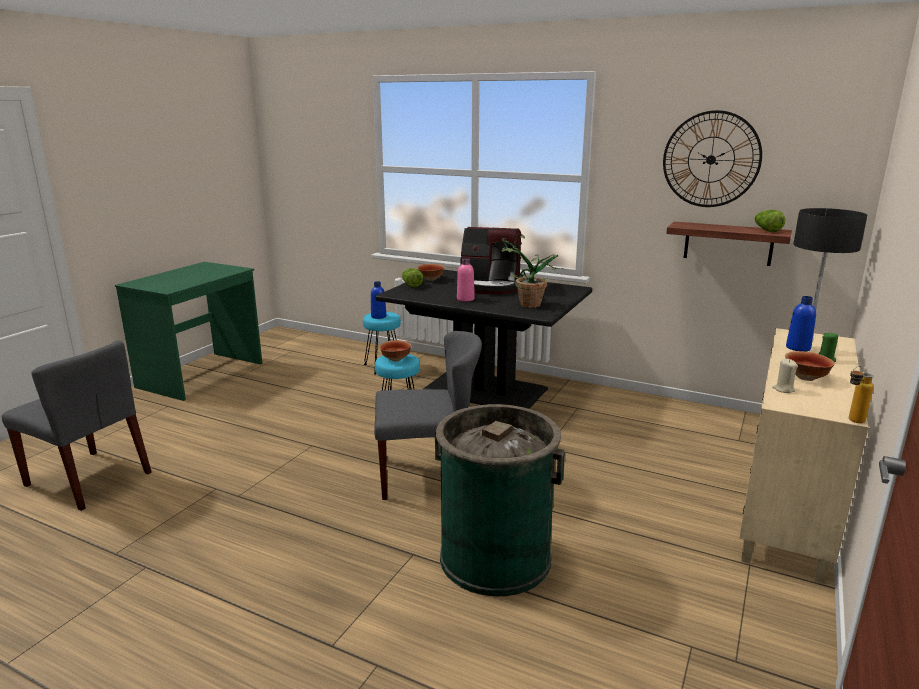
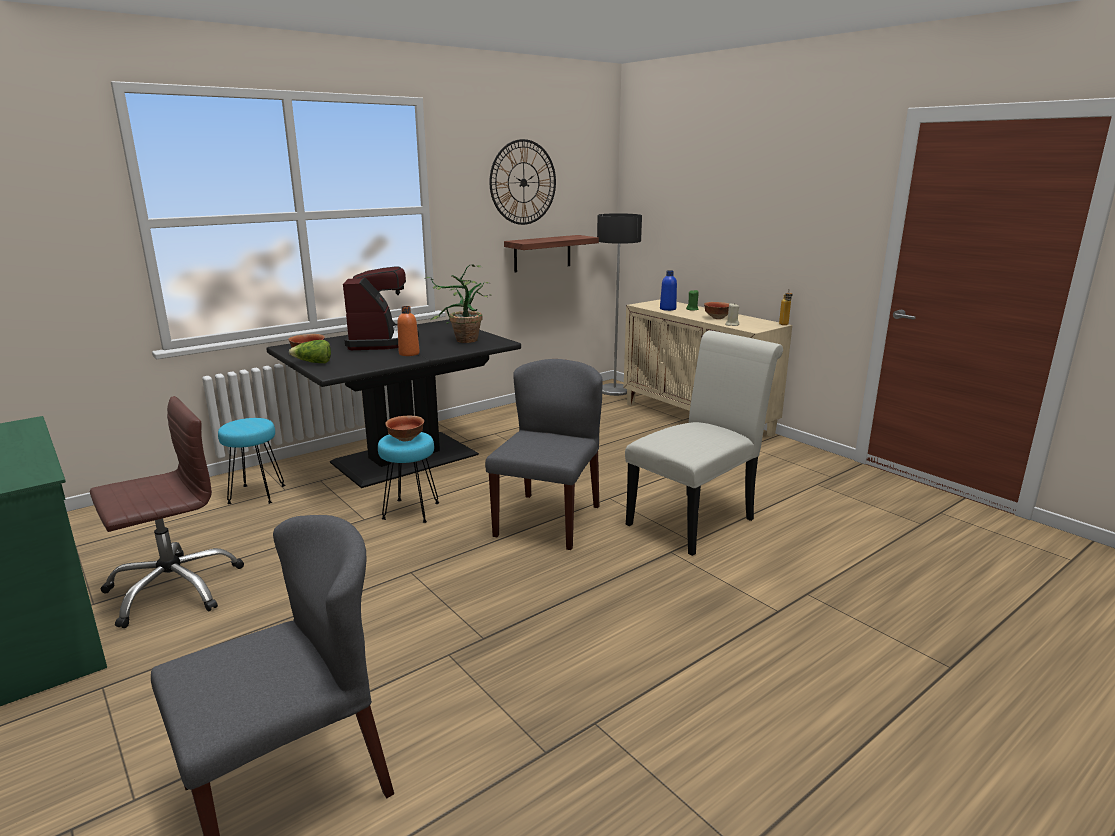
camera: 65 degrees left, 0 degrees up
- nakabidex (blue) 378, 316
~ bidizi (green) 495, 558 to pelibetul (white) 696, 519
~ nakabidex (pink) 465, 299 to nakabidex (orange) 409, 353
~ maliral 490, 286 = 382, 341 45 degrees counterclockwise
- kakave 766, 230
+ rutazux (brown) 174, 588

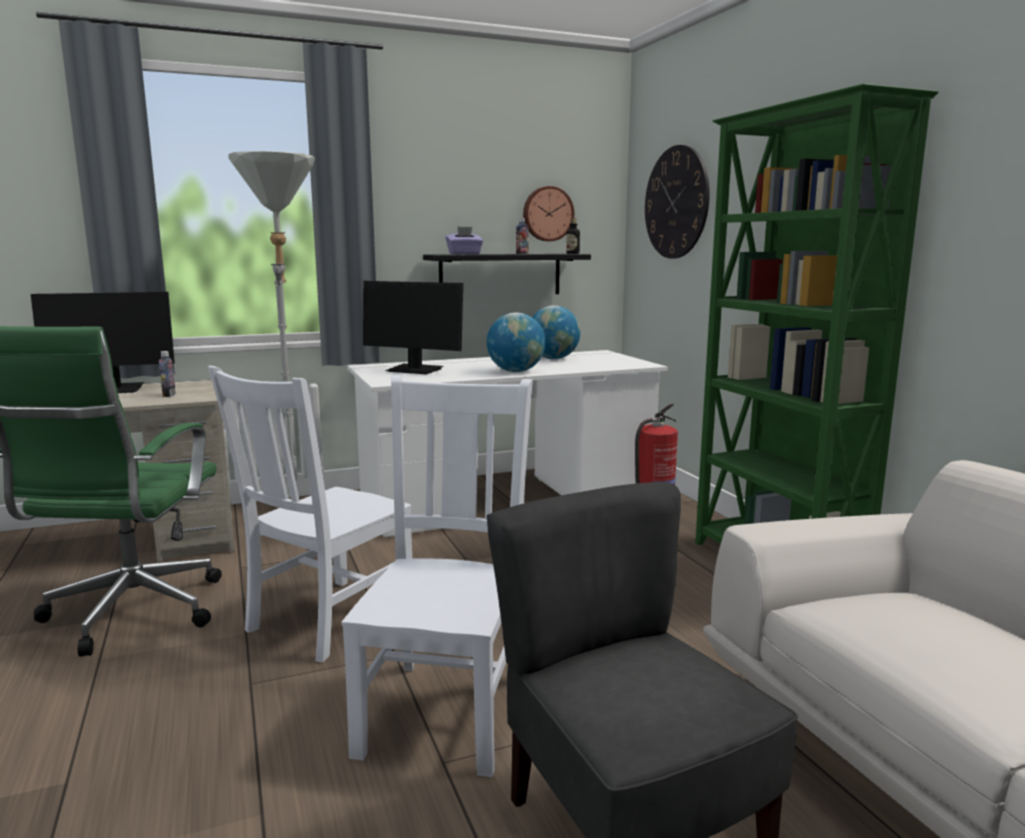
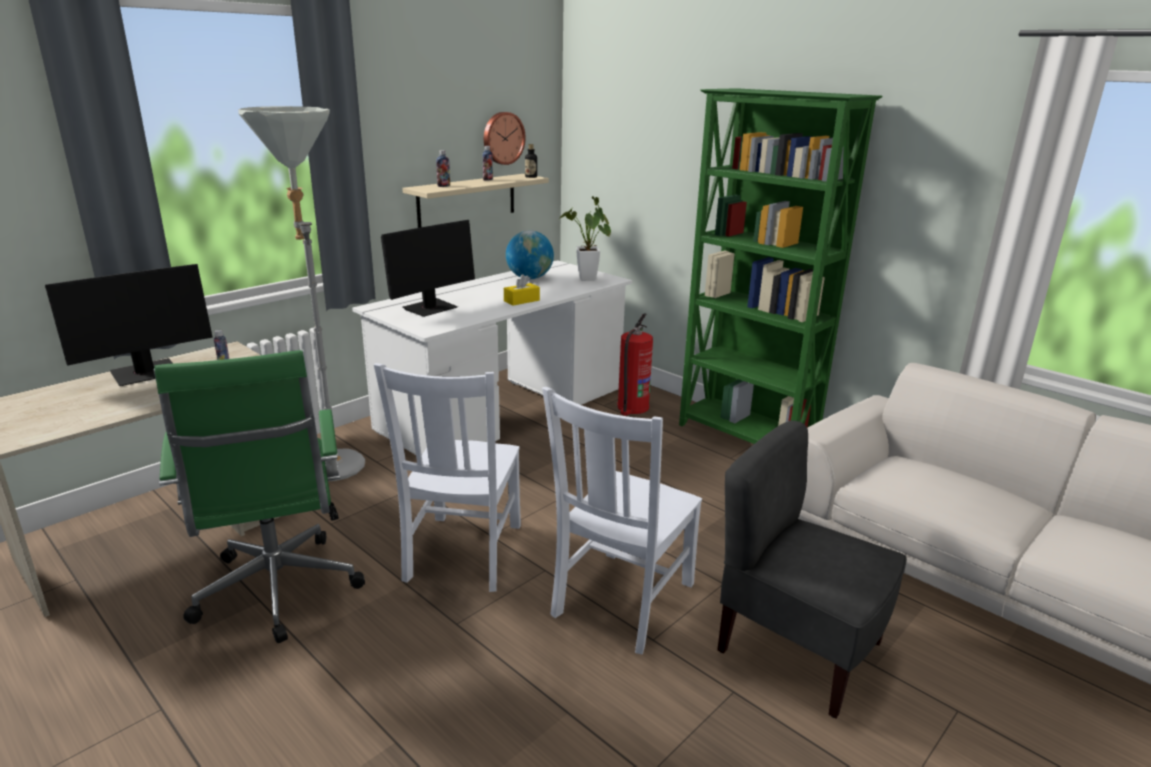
camera: 25 degrees left, 10 degrees up
~ pelibetul (white) 446, 709 = 621, 602 135 degrees counterclockwise
~ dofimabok 415, 370 = 430, 308 45 degrees counterclockwise
~ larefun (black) 500, 275 to larefun (beige) 467, 200
~ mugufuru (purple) 464, 254 to nakabidex 444, 186
~ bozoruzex 515, 371 to mugufuru (yellow) 521, 301
- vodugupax 676, 202
+ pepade 587, 280

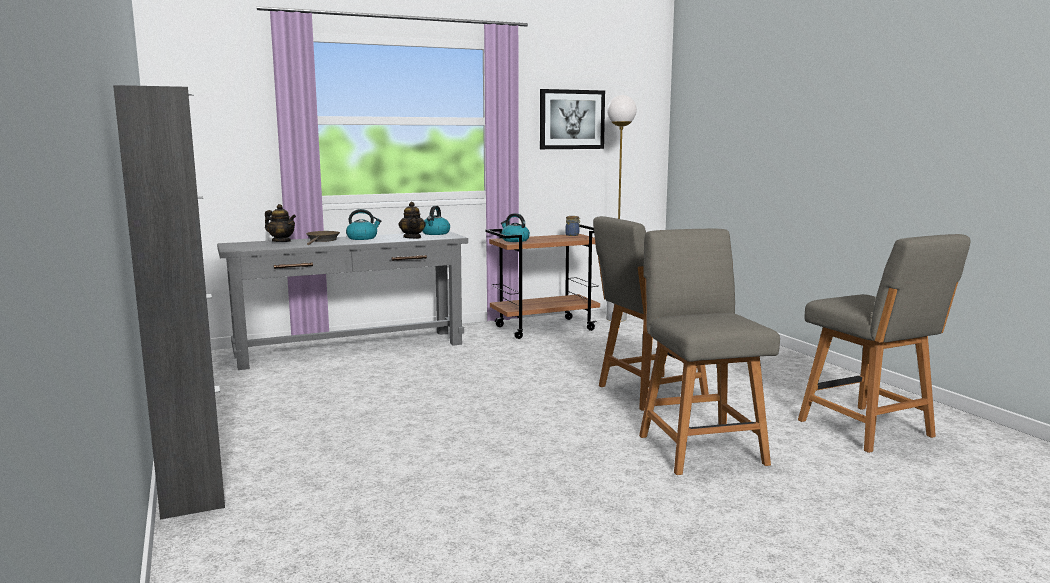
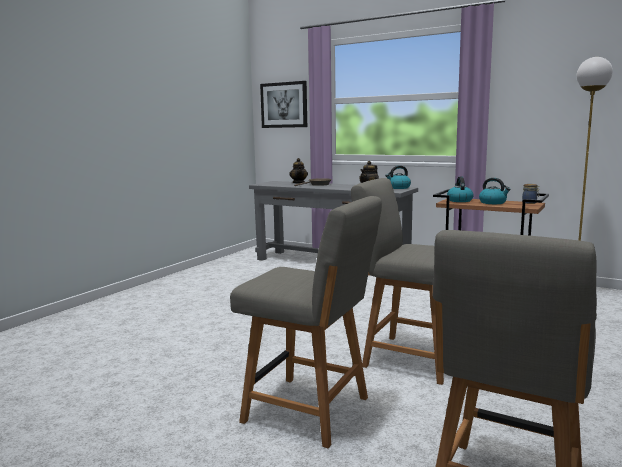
camera: 55 degrees right, 0 degrees up
- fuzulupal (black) 192, 486
~ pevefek 362, 238 to 493, 202
~ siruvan 571, 119 to 284, 105
~ pelibetul (grey) 699, 448 = 310, 411 75 degrees clockwise

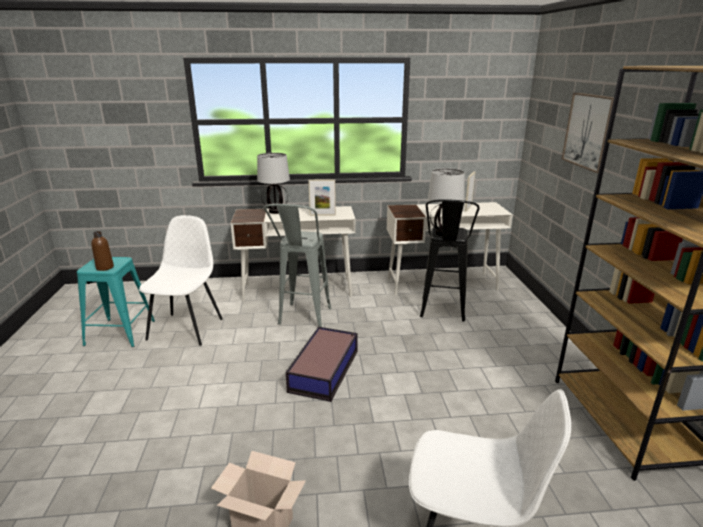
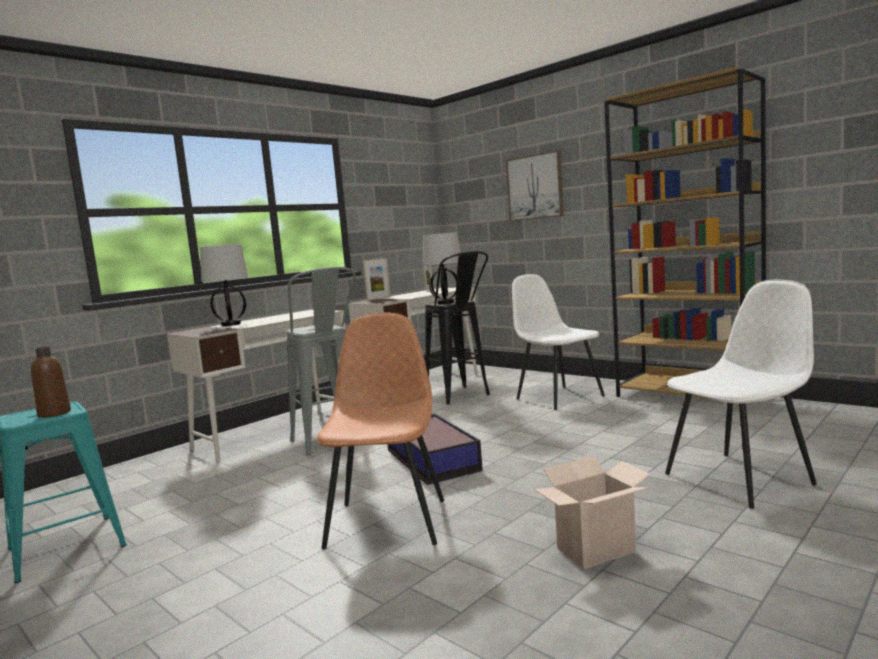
camera: 40 degrees left, 15 degrees down
~ pelibetul (white) 186, 328 to 558, 397
~ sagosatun 322, 215 to 378, 298
+ pelibetul (brown) 388, 521

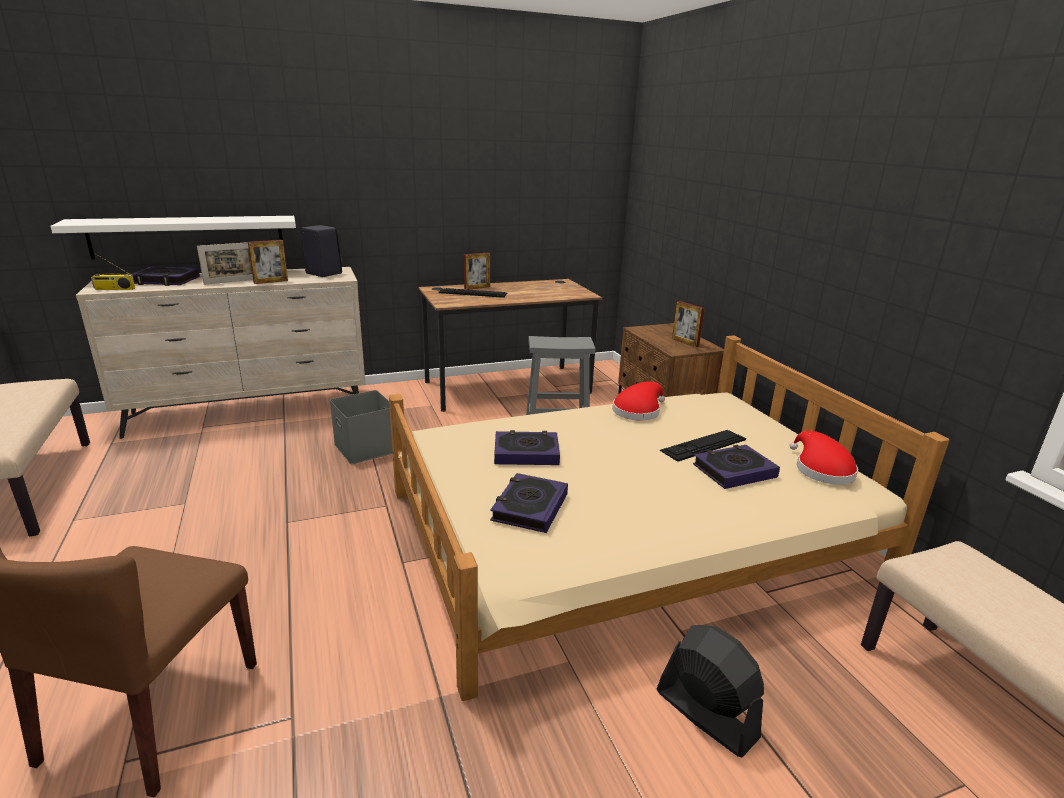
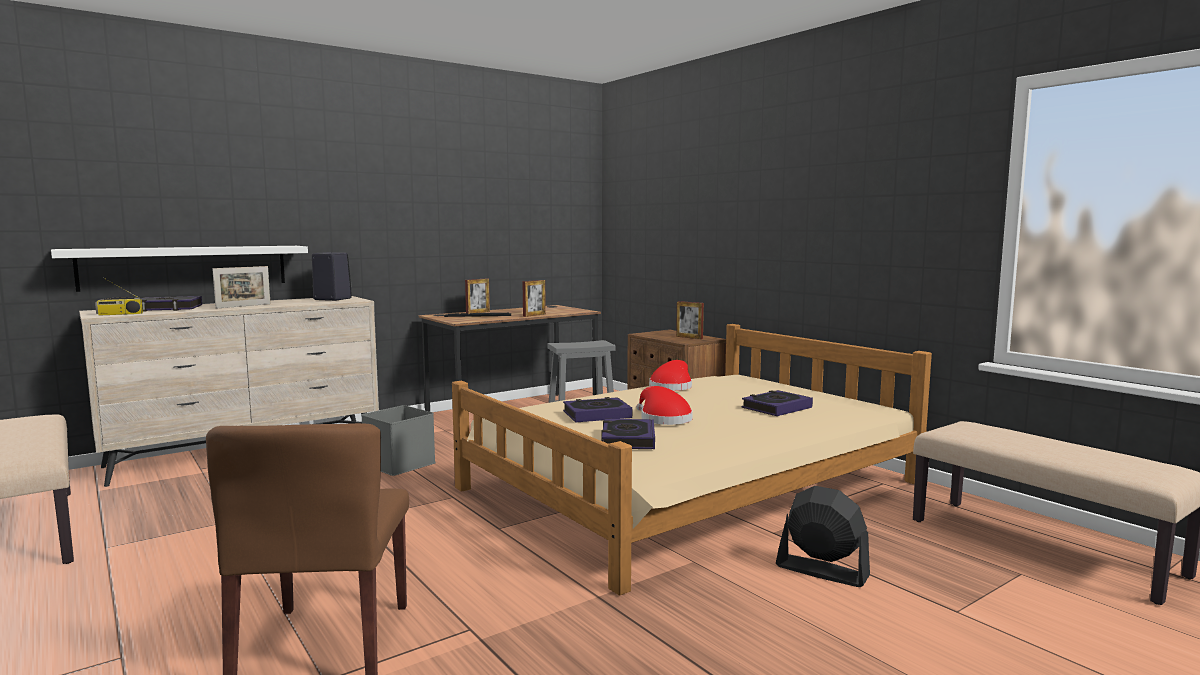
camera: 15 degrees left, 15 degrees down
~ sagosatun 271, 282 to 534, 315
- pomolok 703, 445
~ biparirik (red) 821, 469 to 663, 419

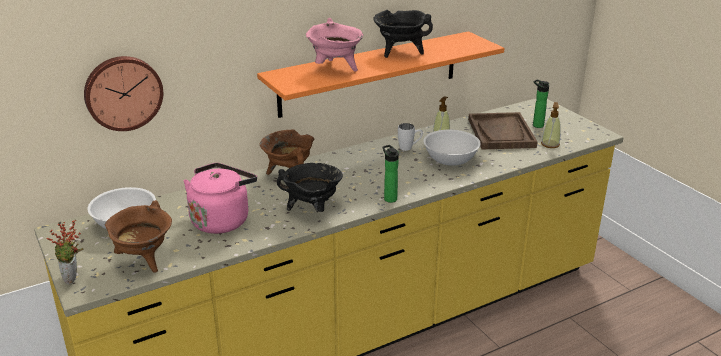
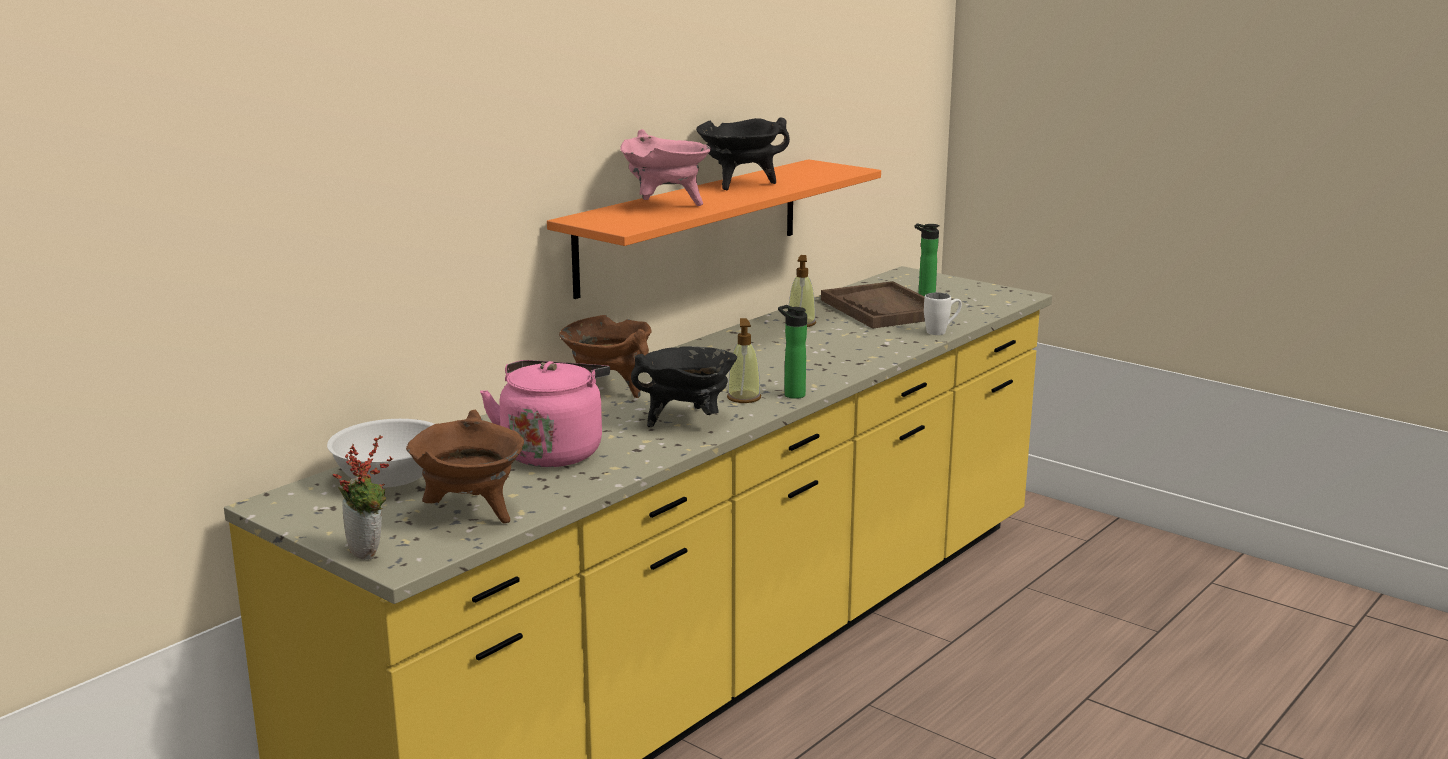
camera: 20 degrees left, 10 degrees down
- vodugupax 123, 92
~ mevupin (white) 409, 148 to 942, 332
- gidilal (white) 450, 160
~ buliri 550, 144 to 744, 398

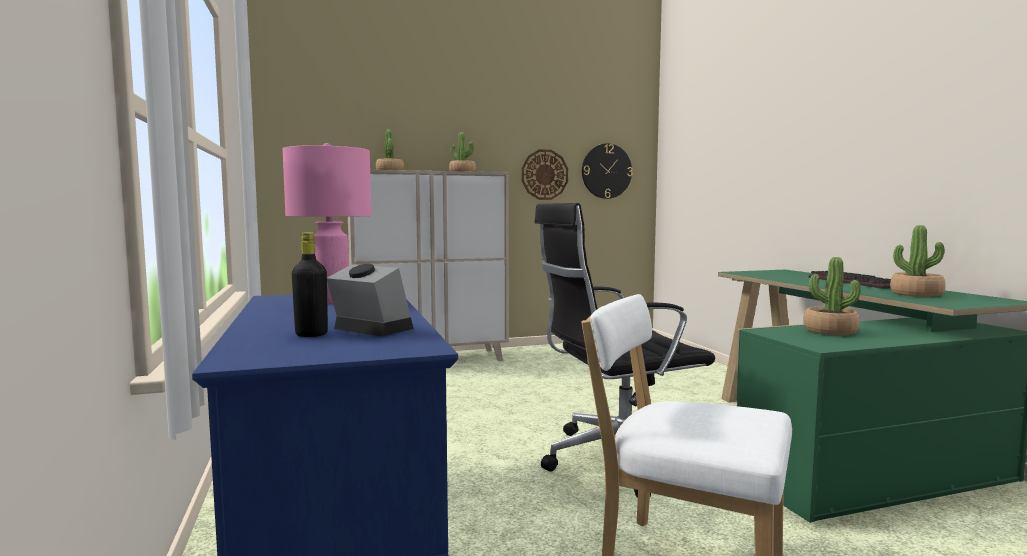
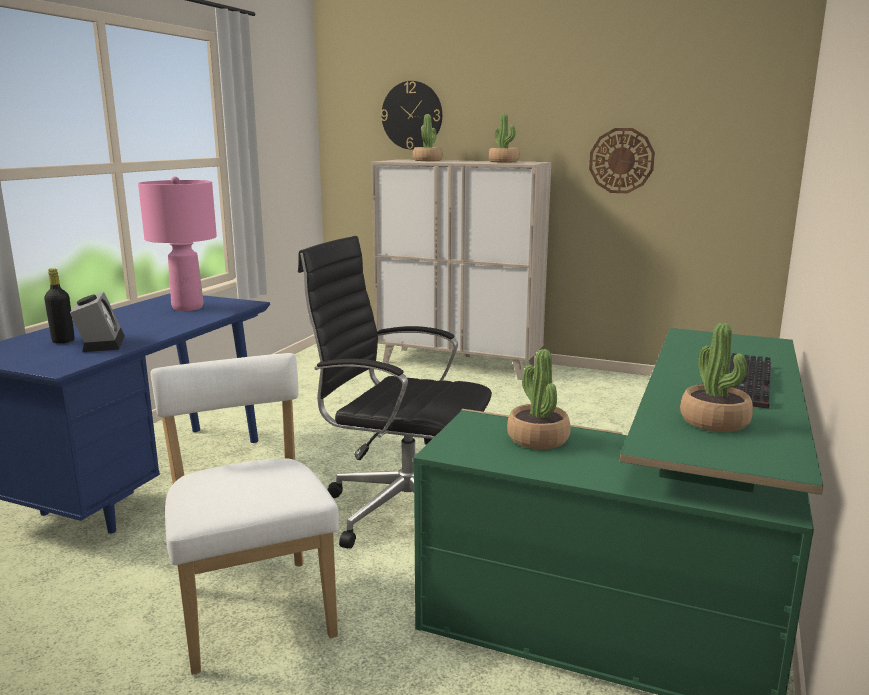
camera: 40 degrees right, 10 degrees up
~ vodugupax 606, 171 to 412, 115

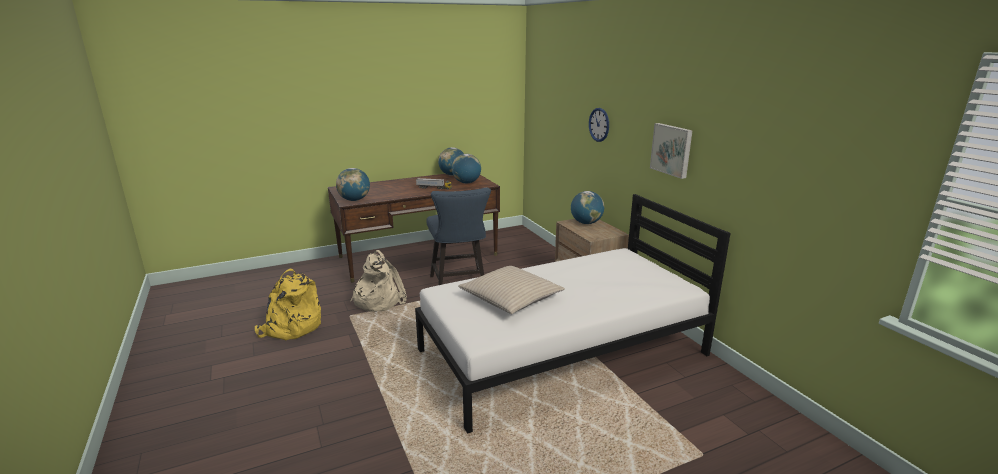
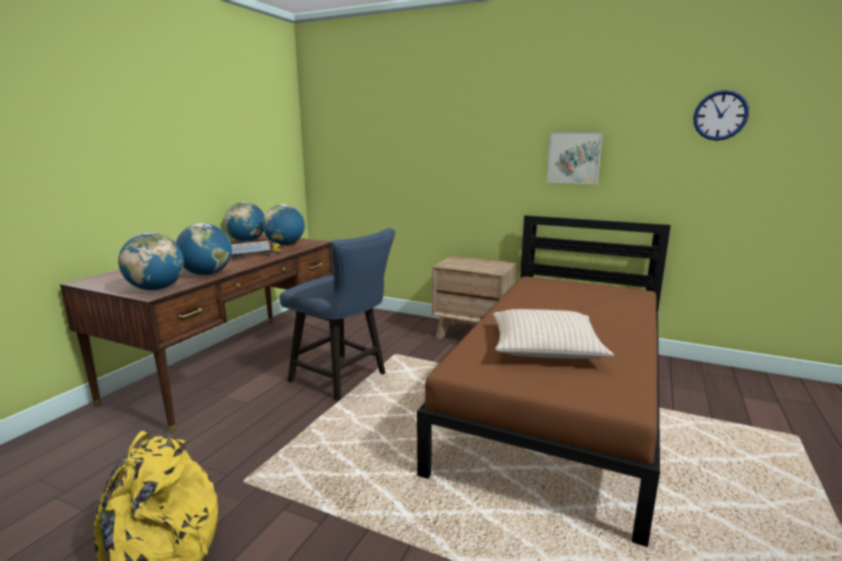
camera: 40 degrees left, 5 degrees down
- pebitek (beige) 378, 300
~ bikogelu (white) 562, 352 to bikogelu (brown) 560, 403
~ bozoruzex 586, 223 to 207, 274
~ vodugupax 599, 124 to 720, 115

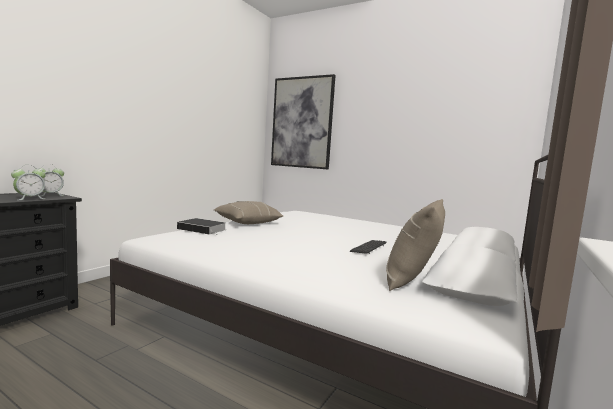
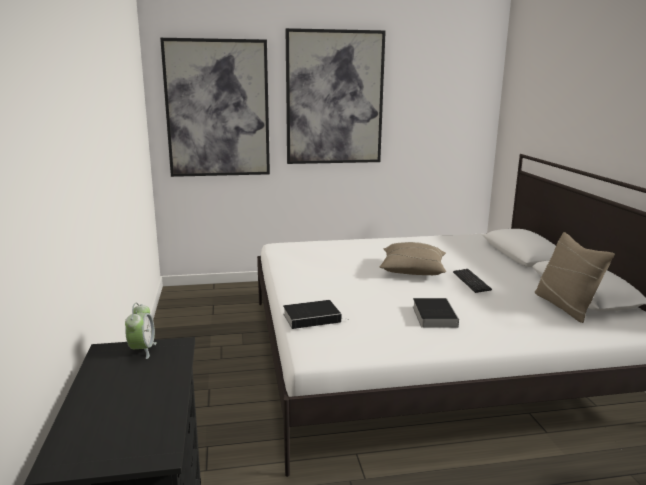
camera: 40 degrees left, 10 degrees up
- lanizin 30, 198
~ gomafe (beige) 247, 222 to 412, 271
+ siruvan 334, 98
+ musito 433, 315

